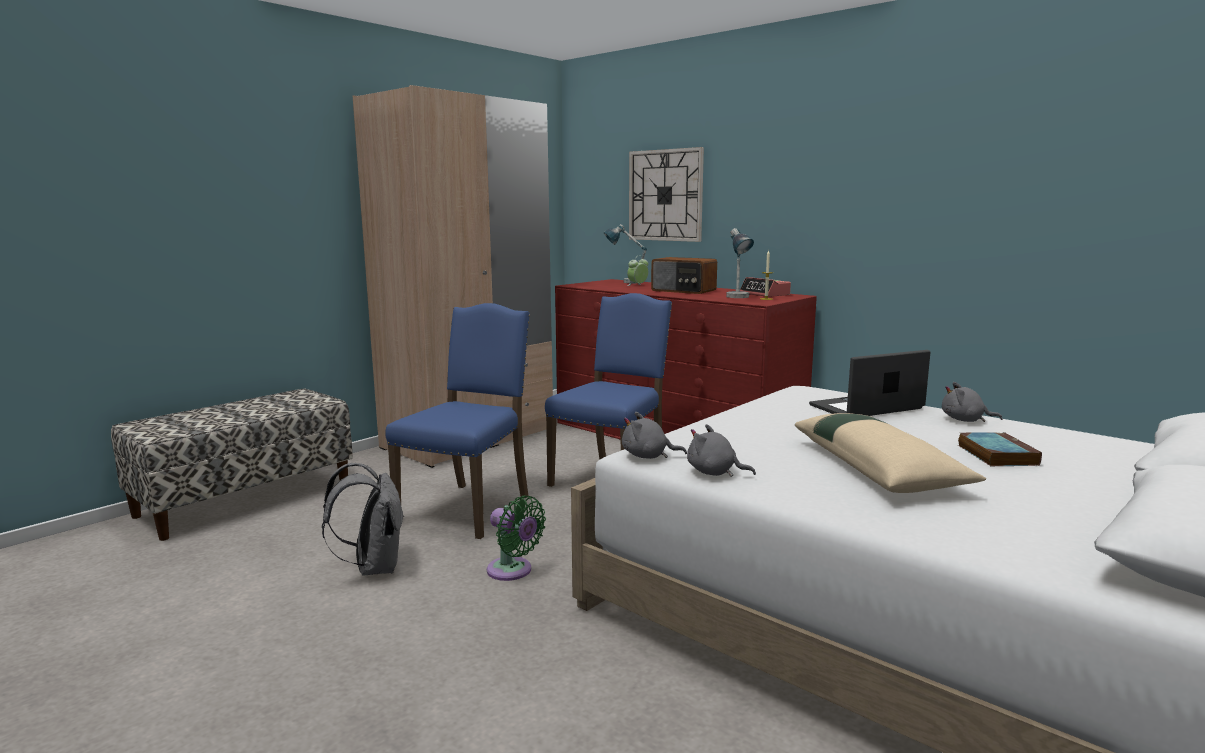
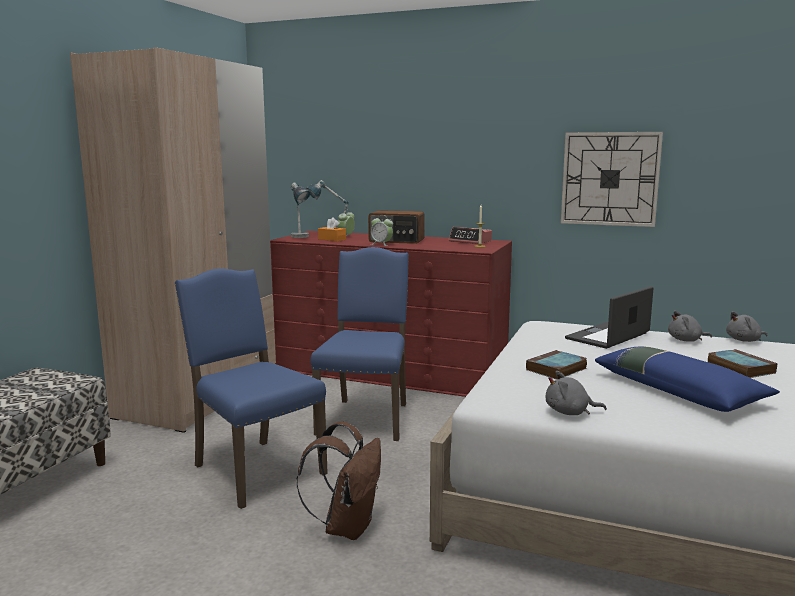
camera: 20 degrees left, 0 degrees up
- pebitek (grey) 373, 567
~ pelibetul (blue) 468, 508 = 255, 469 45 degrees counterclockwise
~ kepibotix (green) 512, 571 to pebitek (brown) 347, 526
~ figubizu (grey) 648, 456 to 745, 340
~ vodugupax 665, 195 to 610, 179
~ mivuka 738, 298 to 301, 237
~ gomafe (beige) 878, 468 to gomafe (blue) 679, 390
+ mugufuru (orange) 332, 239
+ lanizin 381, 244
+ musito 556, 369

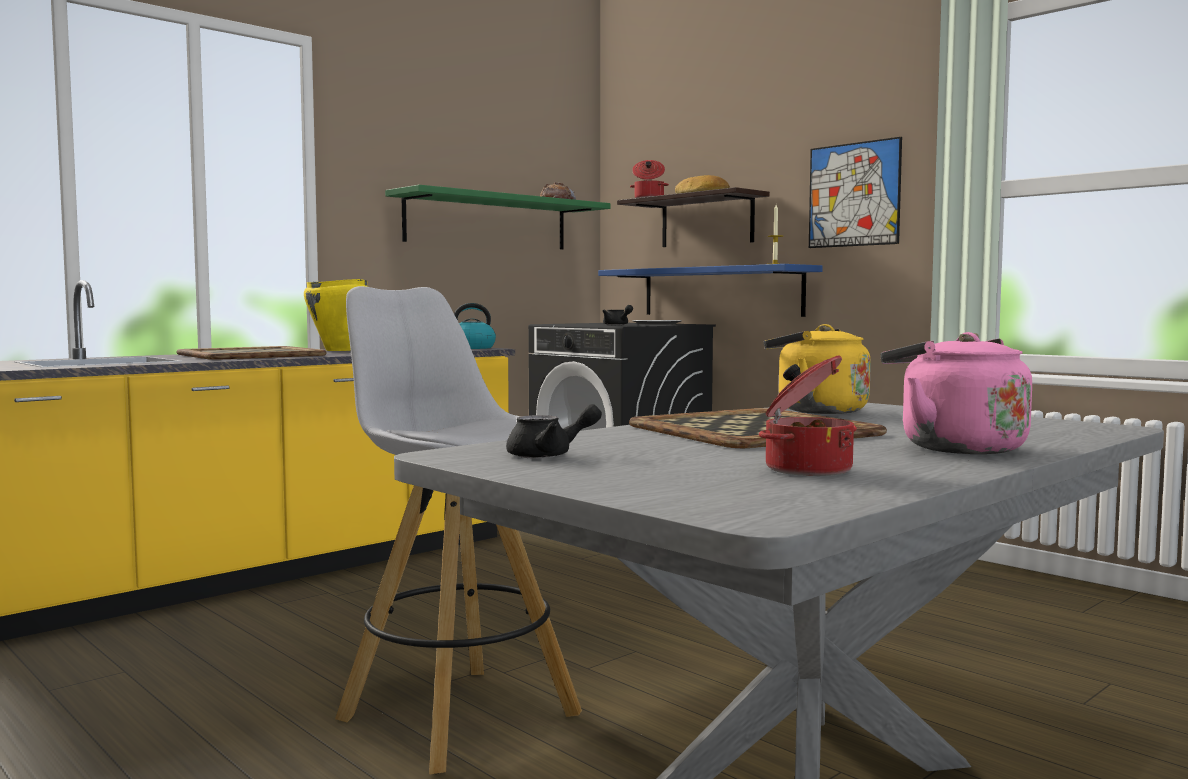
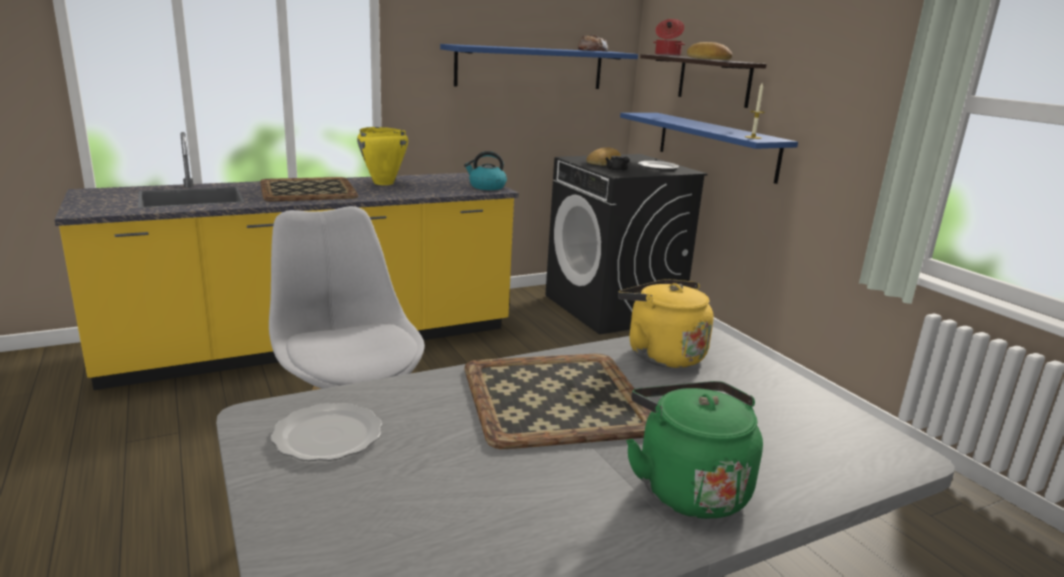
camera: 15 degrees right, 15 degrees up
~ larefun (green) 487, 222 to larefun (blue) 530, 67
~ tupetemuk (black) 549, 455 to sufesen 329, 435
- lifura 806, 469
- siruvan 854, 194
~ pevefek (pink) 954, 448 to pevefek (green) 687, 487
+ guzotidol 604, 162

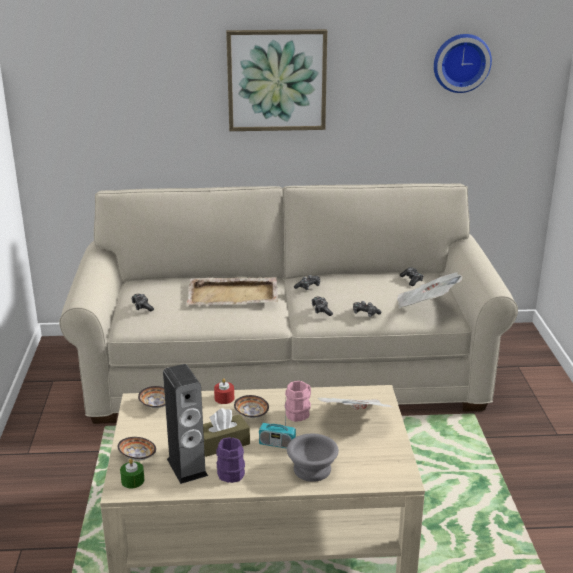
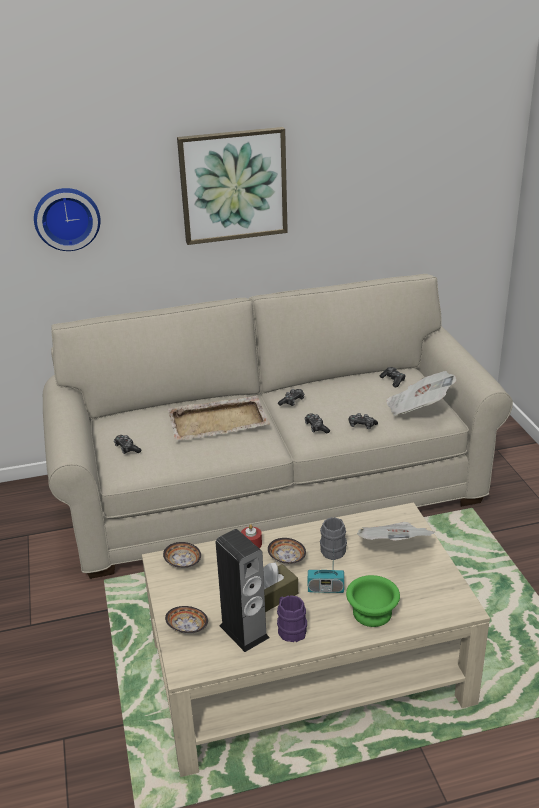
camera: 10 degrees left, 5 degrees up
- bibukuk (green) 132, 481
~ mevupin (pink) 300, 412 to mevupin (grey) 334, 548
~ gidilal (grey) 312, 471 to gidilal (green) 372, 614
~ vodugupax 461, 62 to 67, 218

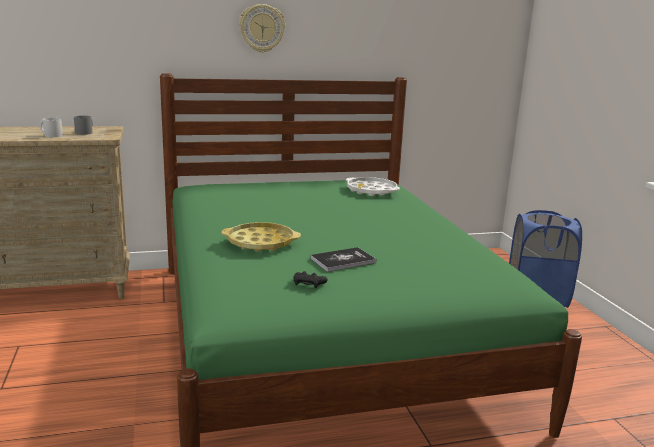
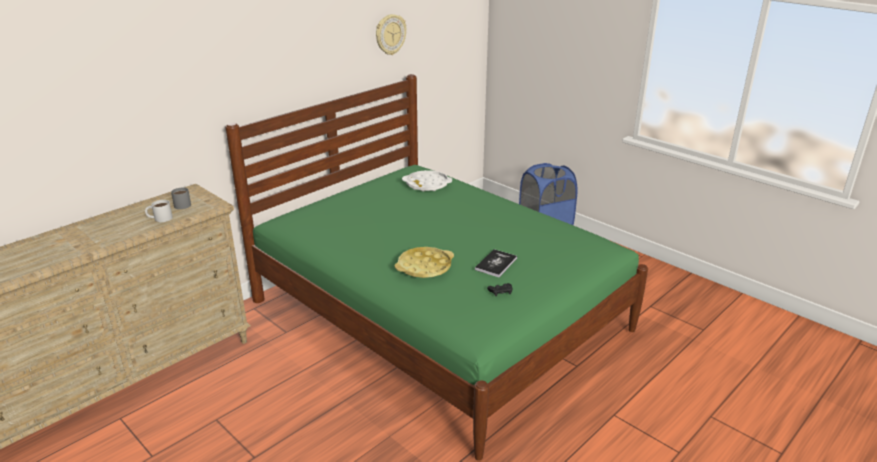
camera: 30 degrees left, 10 degrees up
~ vodugupax 262, 28 to 390, 34

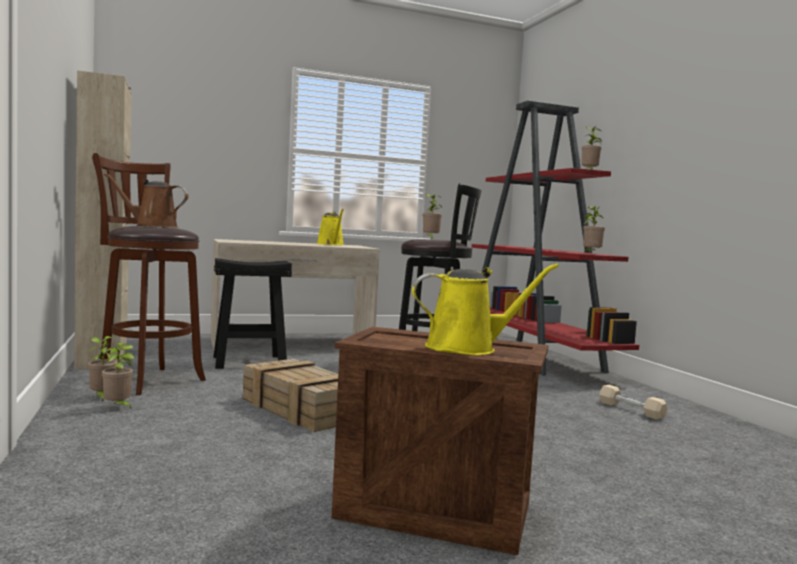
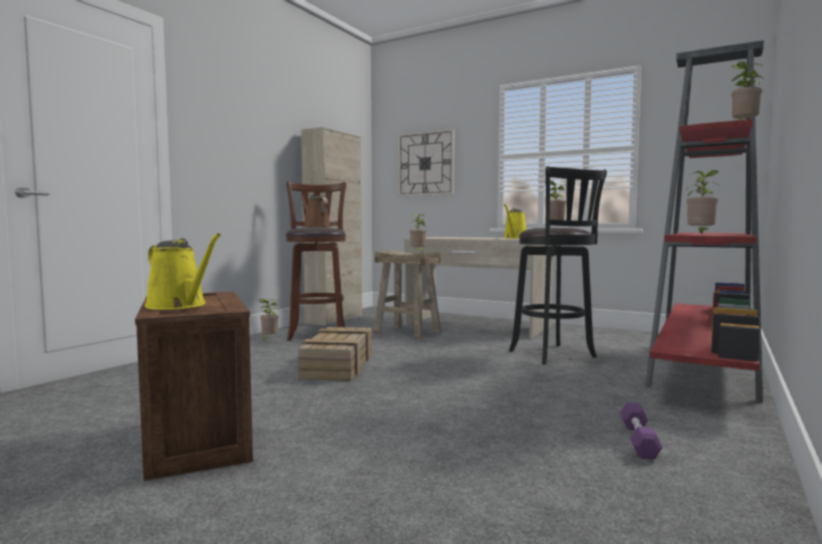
camera: 50 degrees right, 0 degrees up
~ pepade 118, 408 to 418, 252
~ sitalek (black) 249, 361 to sitalek (beige) 407, 332
~ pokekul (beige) 631, 410 to pokekul (purple) 639, 440
+ vodugupax 425, 163

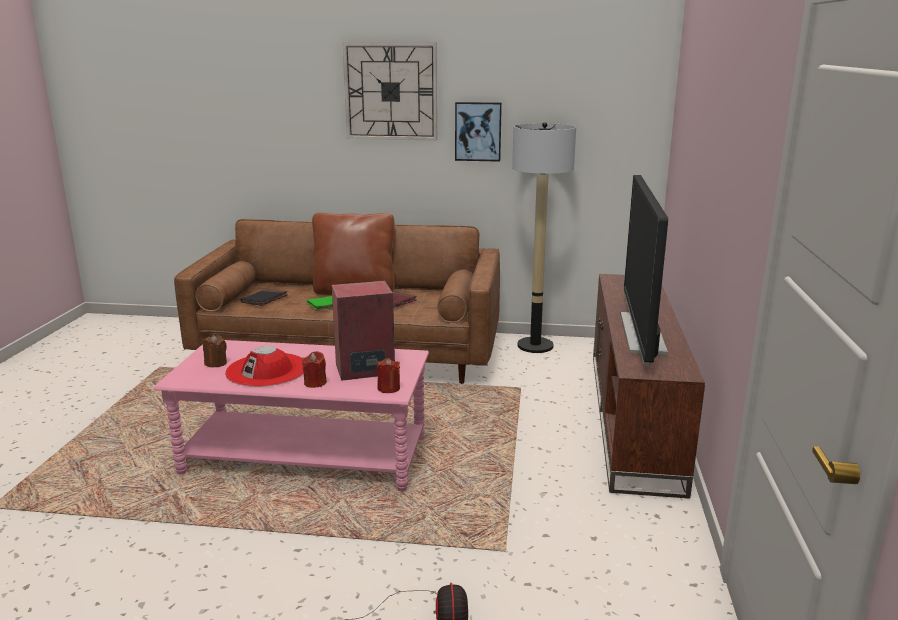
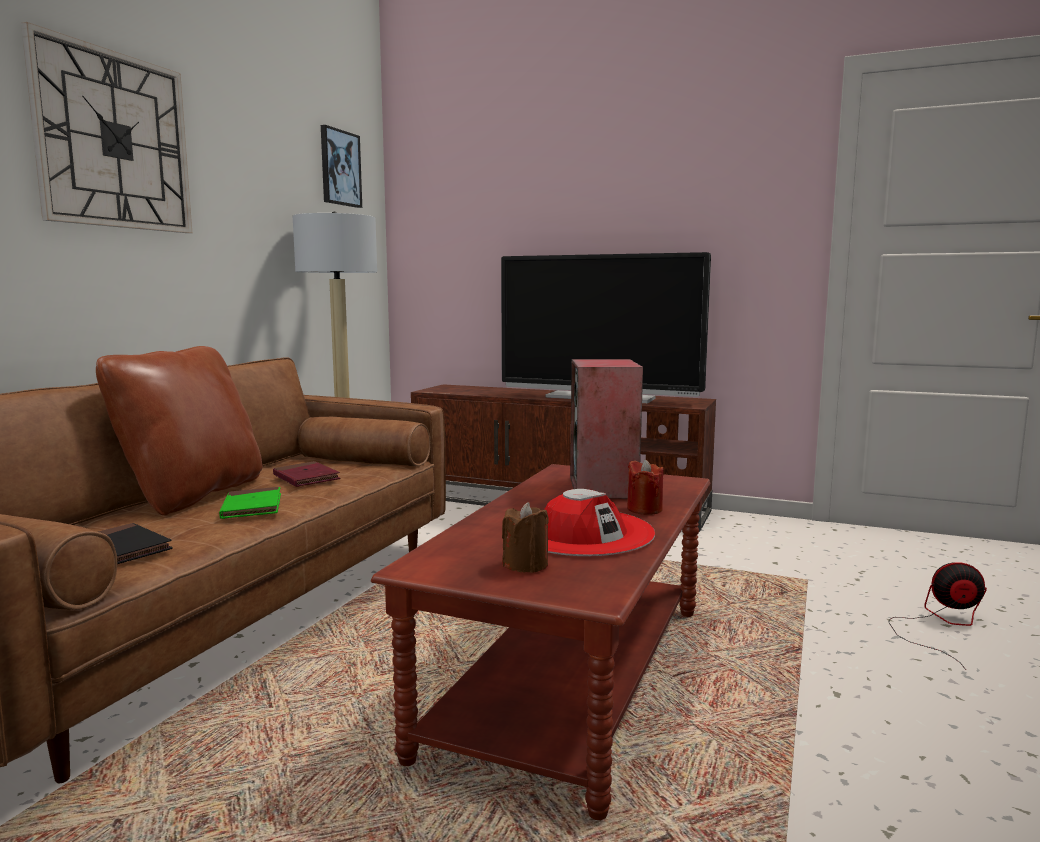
camera: 75 degrees left, 10 degrees down
~ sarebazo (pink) 306, 456 to sarebazo (brown) 573, 676
- bibukuk (red) 388, 388
~ siruvan 478, 131 to 339, 168

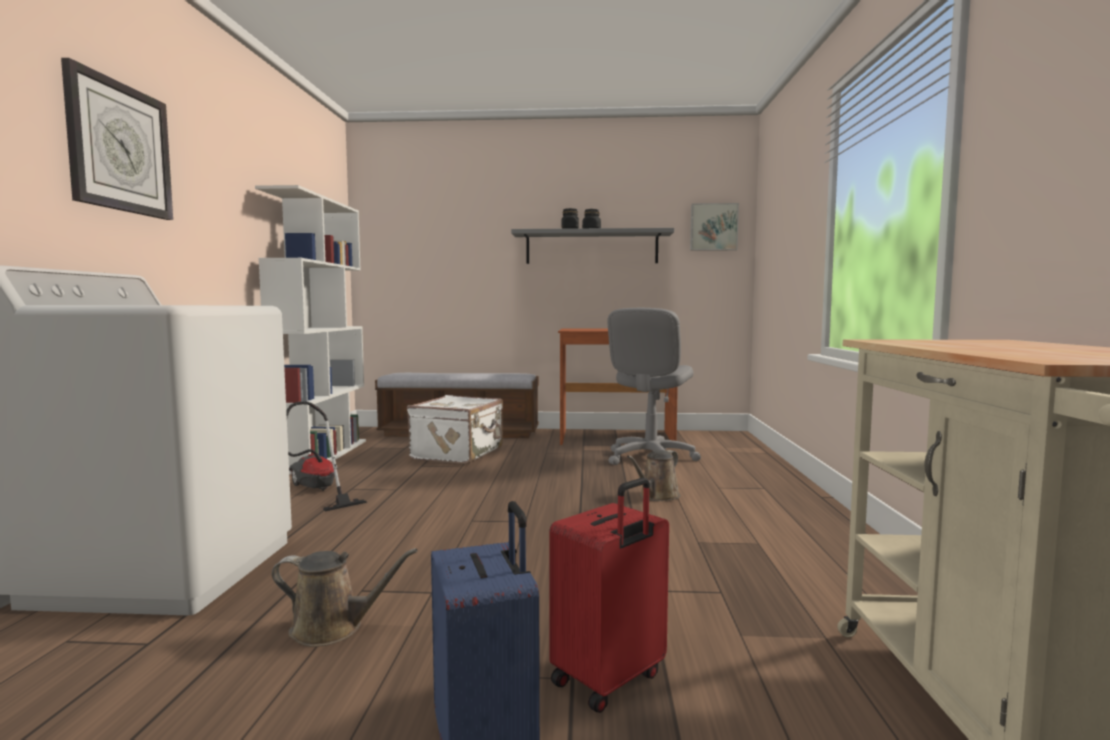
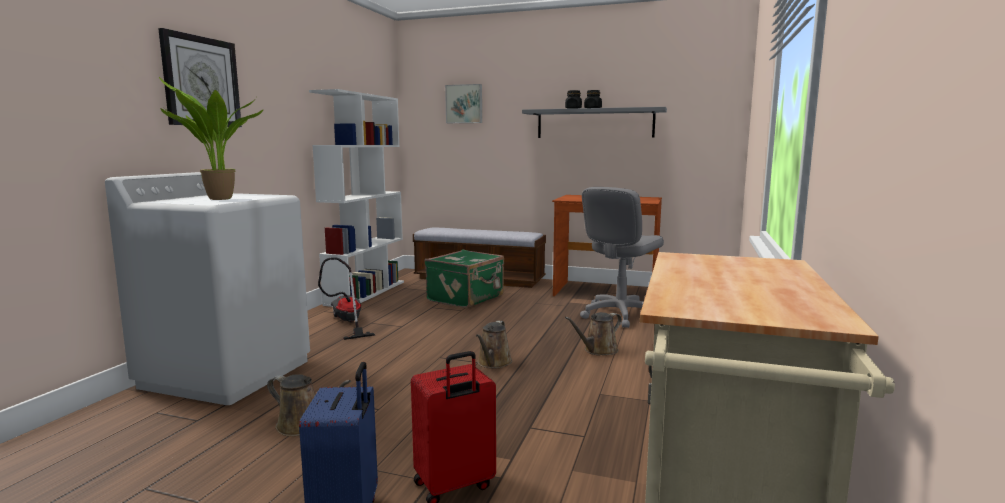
camera: 15 degrees right, 5 degrees up
~ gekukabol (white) 459, 453 to gekukabol (green) 466, 298
~ siruvan 713, 227 to 464, 104
+ pepade 217, 199
+ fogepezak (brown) 493, 363

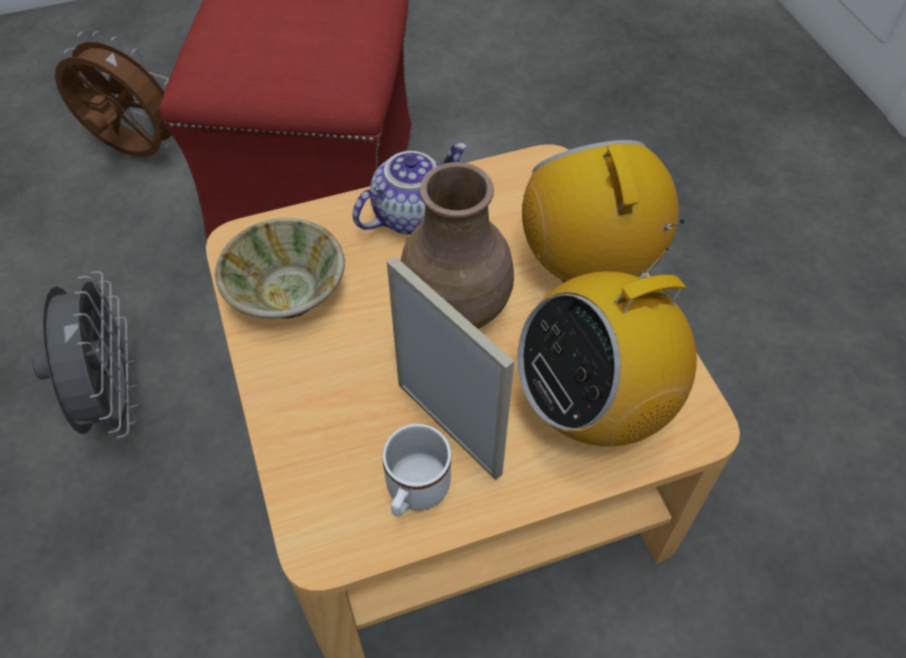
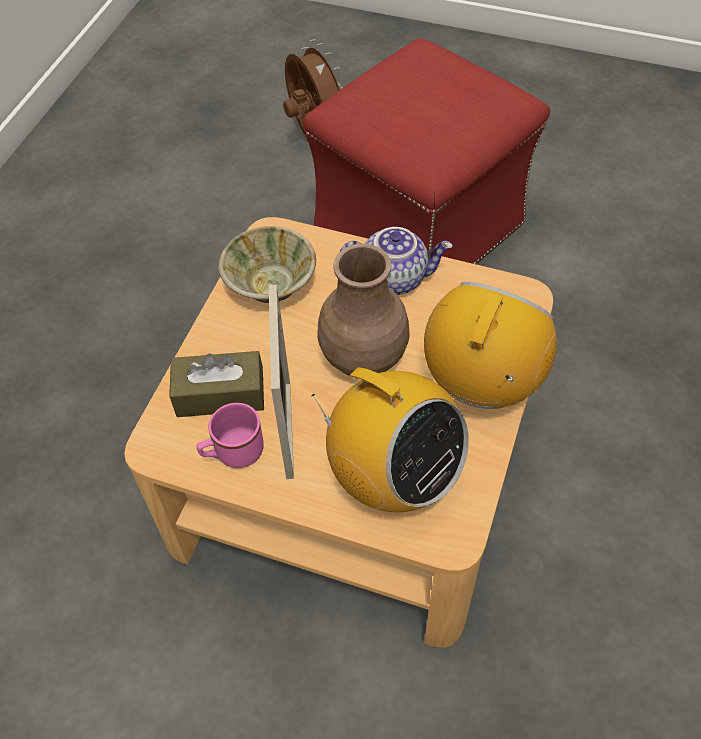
camera: 40 degrees right, 0 degrees up
- kepibotix (grey) 114, 399
~ mevupin (white) 414, 492 to mevupin (pink) 232, 453
~ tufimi 594, 405 = 393, 477 150 degrees counterclockwise
+ mugufuru (brown) 220, 394

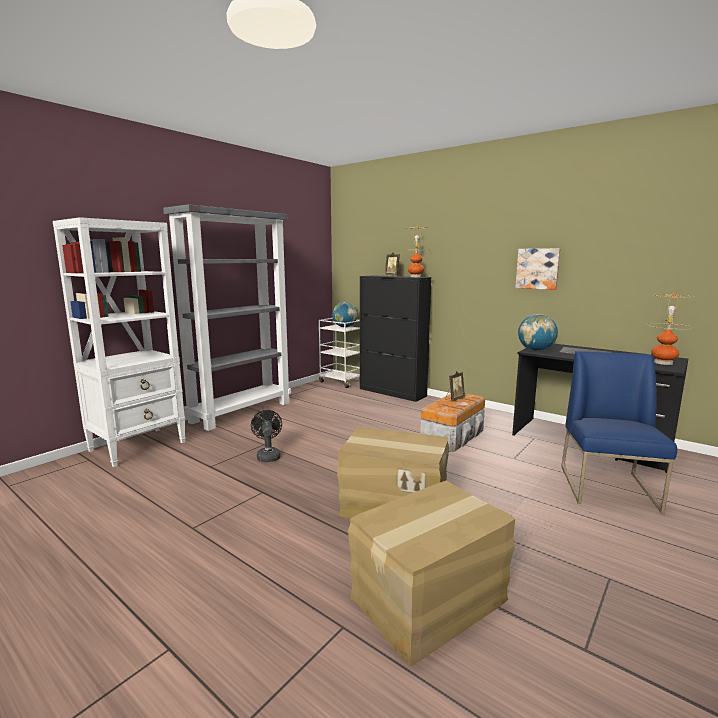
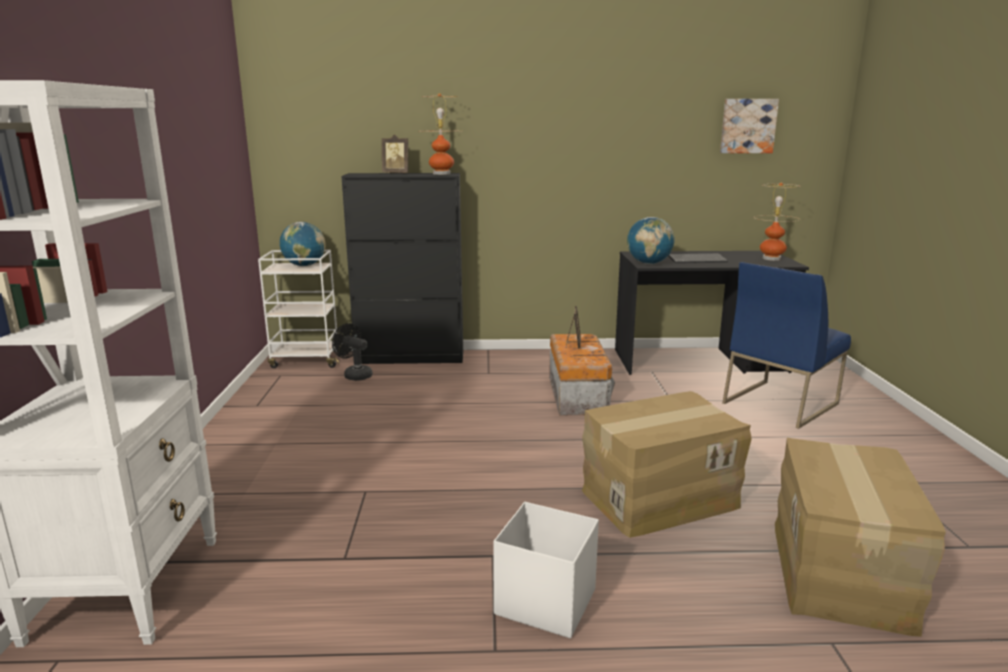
camera: 40 degrees left, 5 degrees up
- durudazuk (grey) 242, 412
~ kepibotix (black) 268, 455 to 354, 375
~ siruvan 538, 268 to 747, 126
~ pelibetul (blue) 608, 488 = 779, 403 105 degrees counterclockwise
+ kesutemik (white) 544, 601

